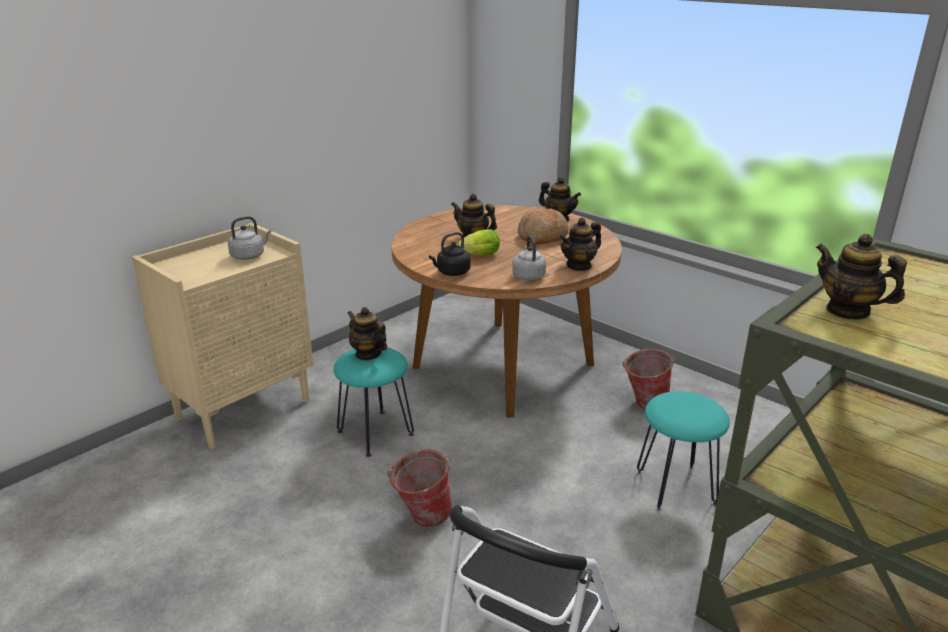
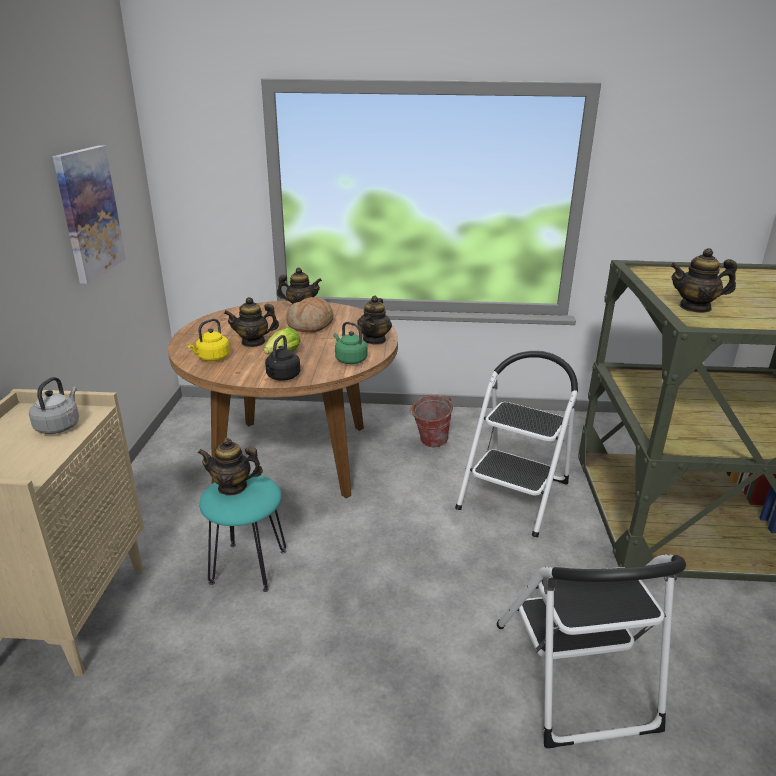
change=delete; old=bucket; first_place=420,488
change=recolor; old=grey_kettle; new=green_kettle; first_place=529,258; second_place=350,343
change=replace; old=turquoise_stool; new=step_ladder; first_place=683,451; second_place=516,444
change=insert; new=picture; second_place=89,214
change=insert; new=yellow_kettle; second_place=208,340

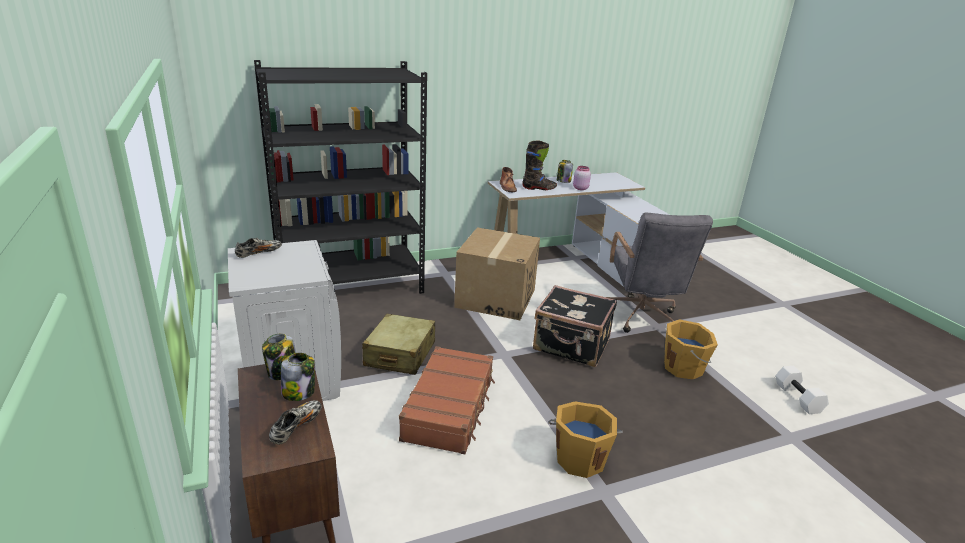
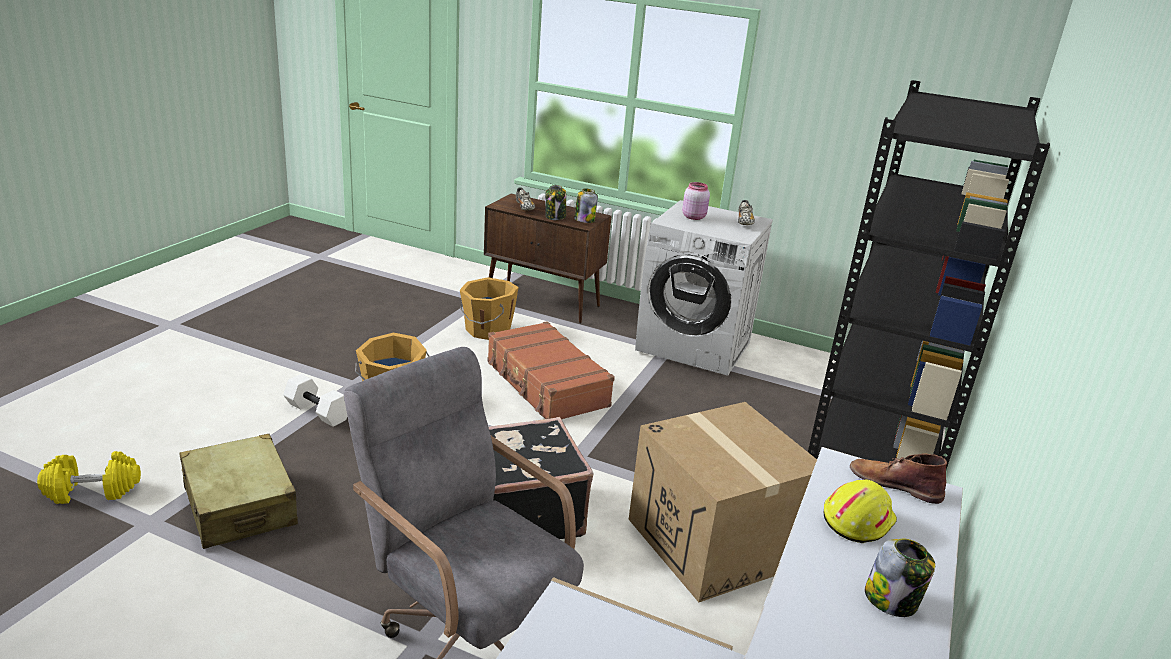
change=move; old=beige_suitcase; first_place=398,344; second_place=238,491
change=replace; old=black_boot; new=yellow_hard_hat; first_place=539,165; second_place=860,511
change=move; old=pink_jar; first_place=582,178; second_place=696,201
change=move; old=orange_bucket; first_place=691,349; second_place=489,308
change=move; old=white_dumbbell; first_place=802,390; second_place=315,400
change=insert; new=yellow_dumbbell; second_place=89,477

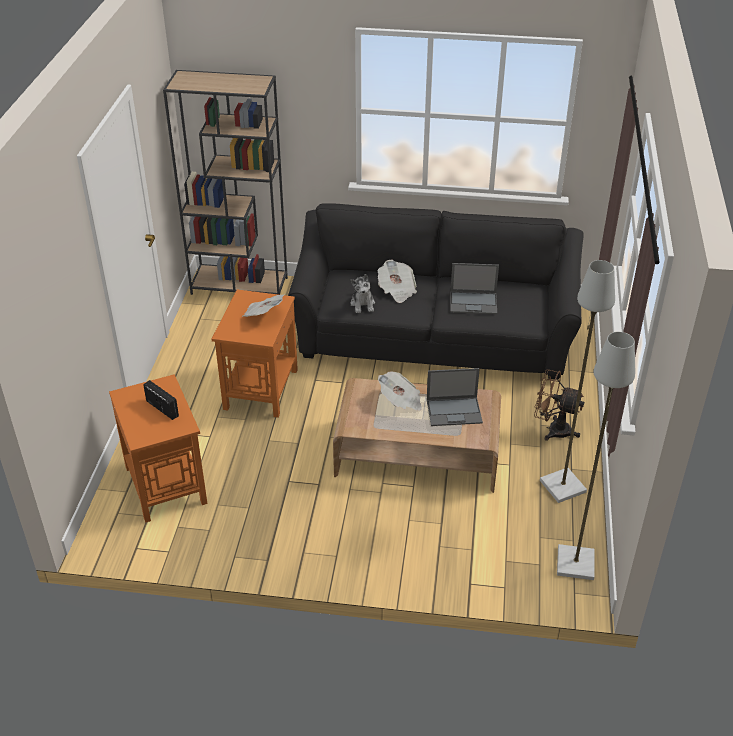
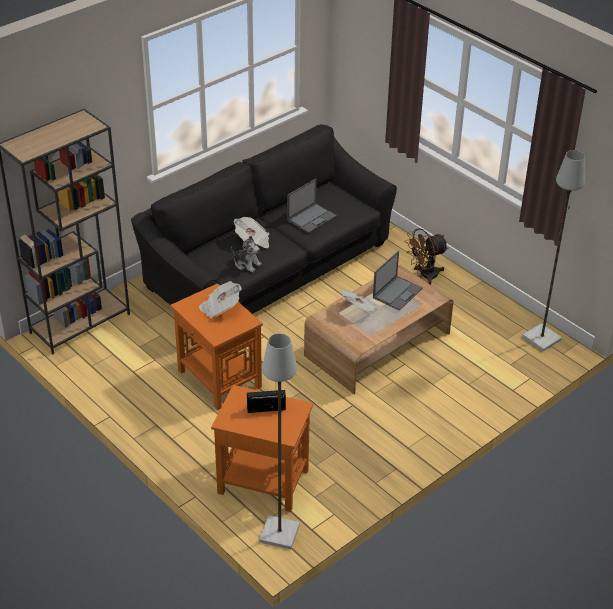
change=move; old=grey_floor_lamp; first_place=577,381; second_place=279,441

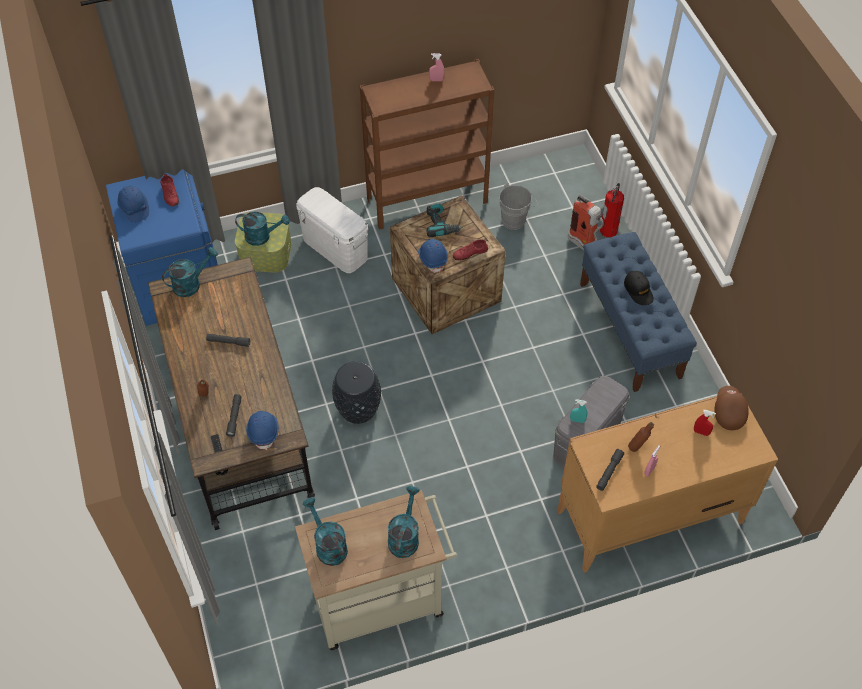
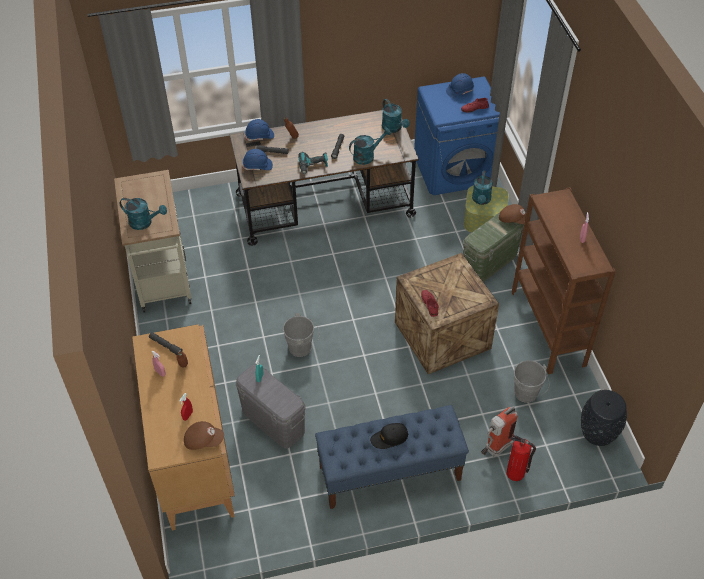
change=recolor; old=white_storage_box; new=green_storage_box; first_place=332,230; second_place=493,247
change=move; old=turquoise_watering_can; first_place=325,531; second_place=370,146
change=move; old=black_stool; first_place=356,392; second_place=604,418
change=move; old=blue_hard_hat; first_place=433,256; second_place=259,130
change=move; old=power_drill; first_place=445,220; second_place=313,163
change=insert; new=grey_bucket; second_place=301,335
change=insert; new=brown_cap; second_place=512,214

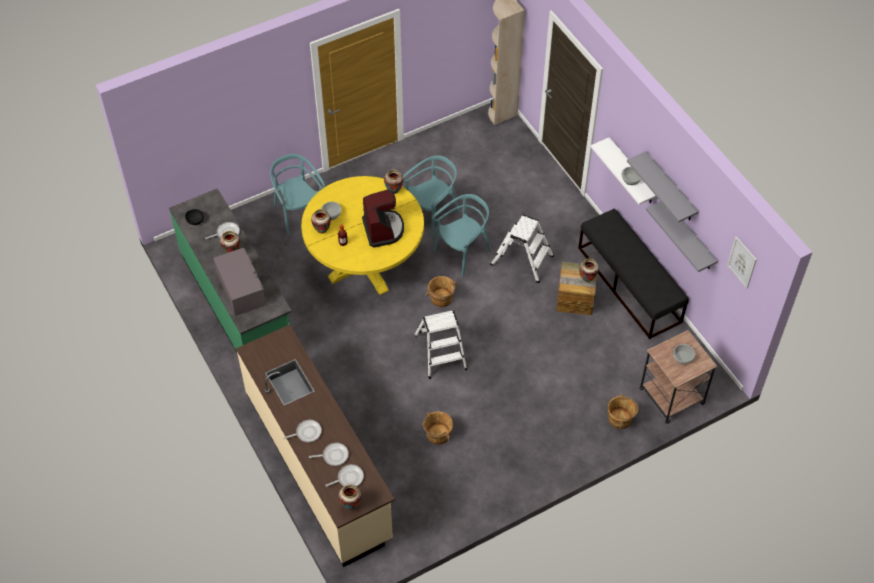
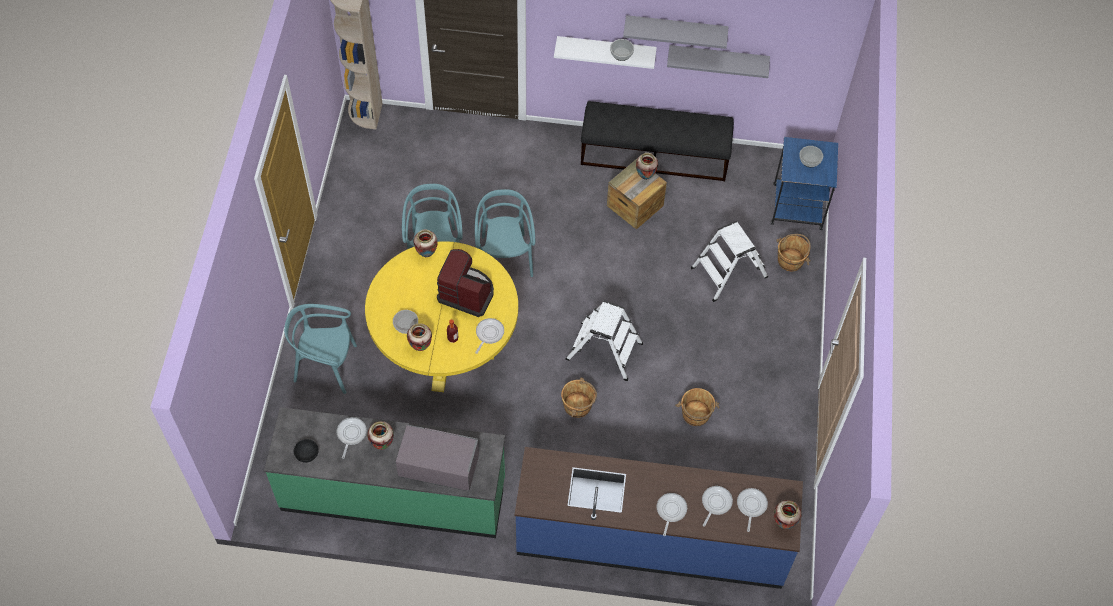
change=recolor; old=beige_counter; new=blue_counter; first_place=315,446; second_place=658,518
change=move; old=brown_bucket; first_place=441,291; second_place=579,397
change=move; old=white_step_ladder; first_place=522,248; second_place=729,261
change=recolor; old=brown_cart; new=blue_cart; first_place=678,377; second_place=804,183
change=delete; old=picture; first_place=742,262
change=insert; new=frying_pan; second_place=489,336

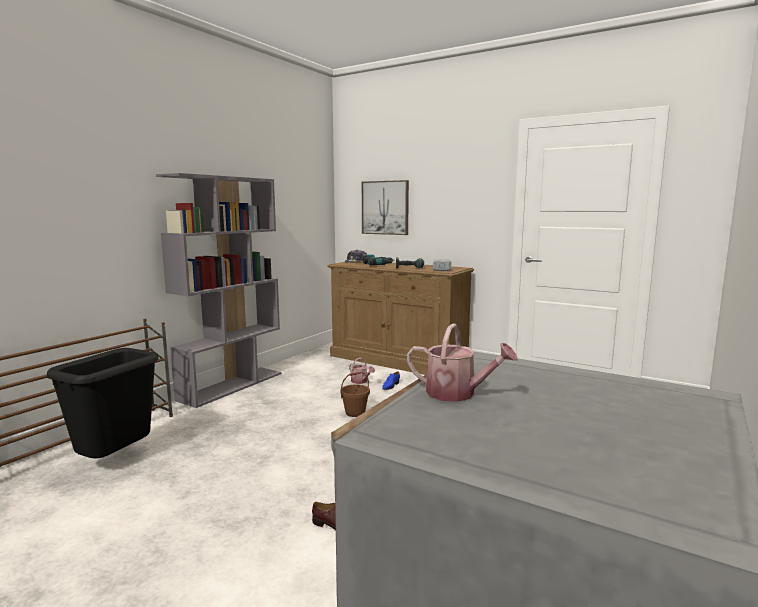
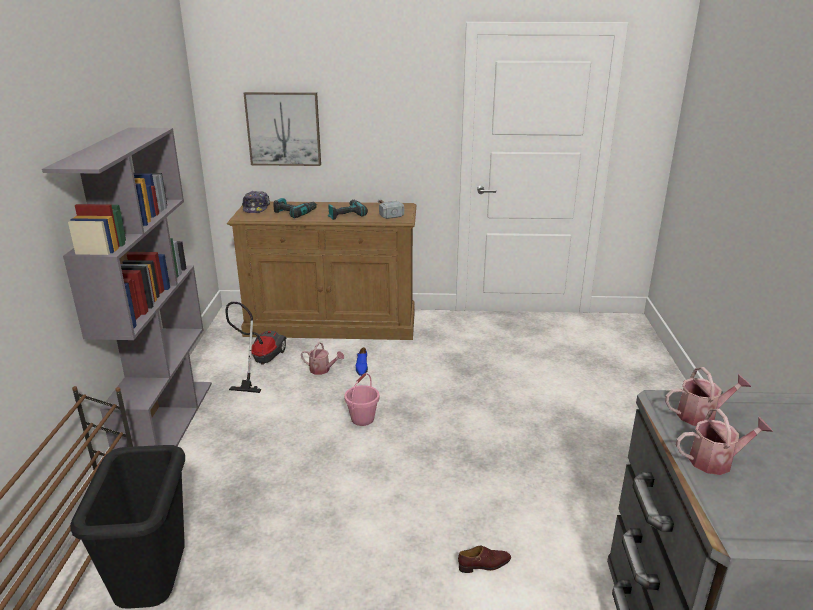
change=recolor; old=brown_bucket; new=pink_bucket; first_place=355,394; second_place=362,399
change=insert; new=vacuum_cleaner; second_place=256,347
change=insert; new=watering_can; second_place=708,396

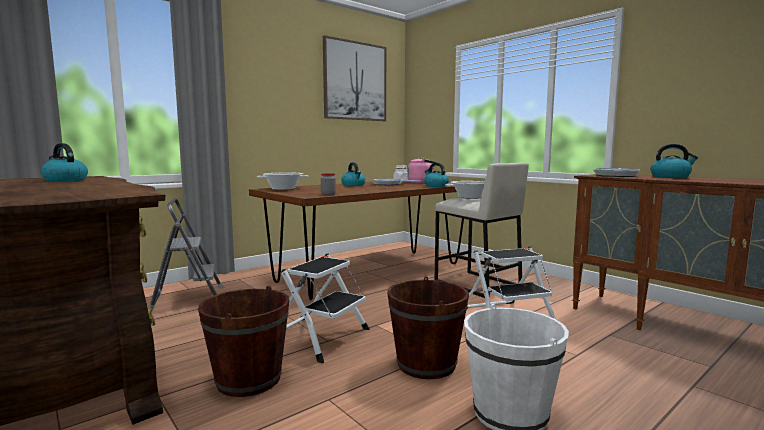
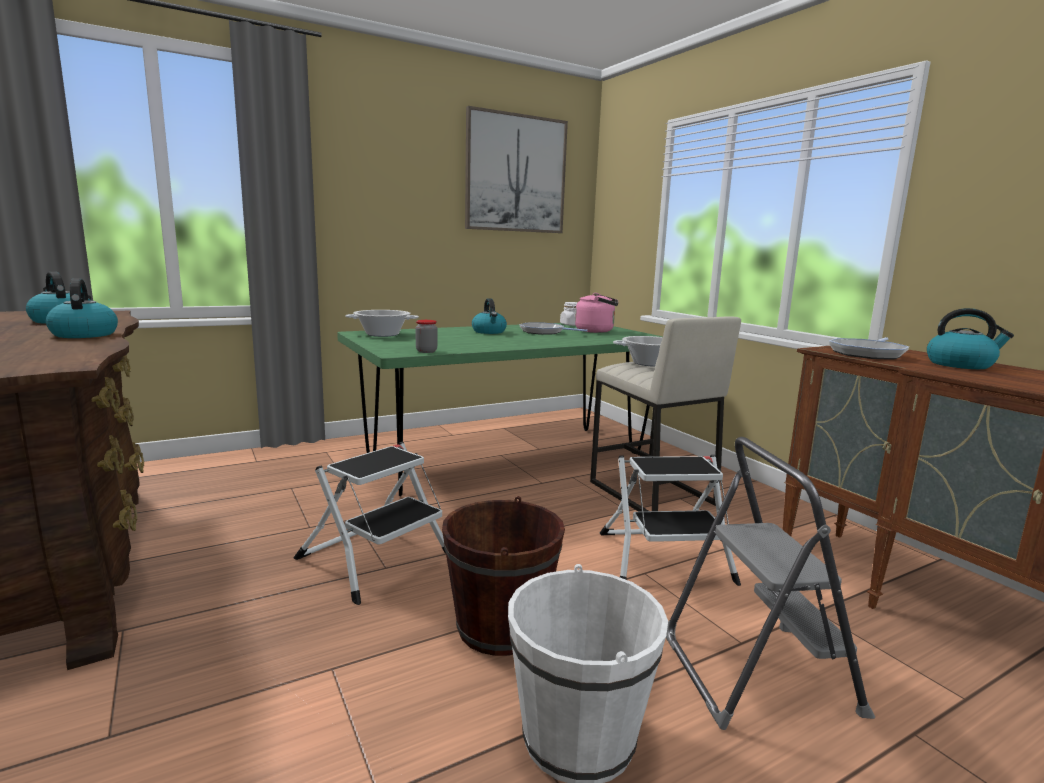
change=move; old=grey_step_ladder; first_place=186,254; second_place=770,583
change=delete; old=brown_bucket; first_place=243,341
change=recolor; old=brown_dining_table; new=green_dining_table; first_place=356,240; second_place=500,409
change=move; old=kettle; first_place=436,175; second_place=82,308

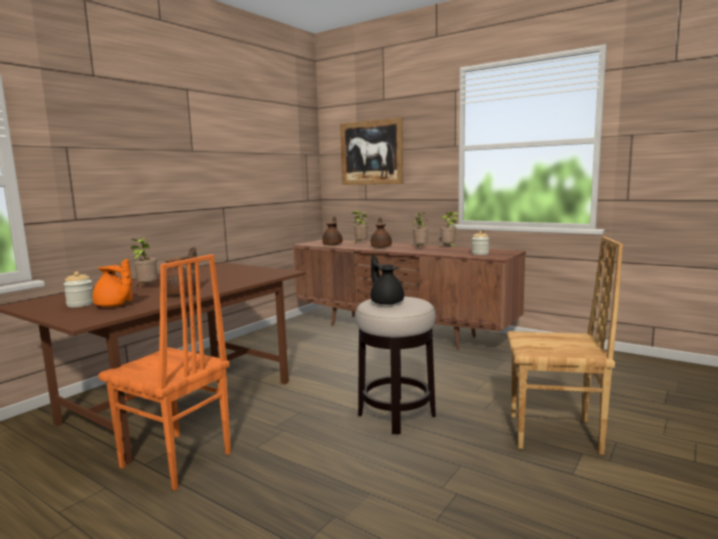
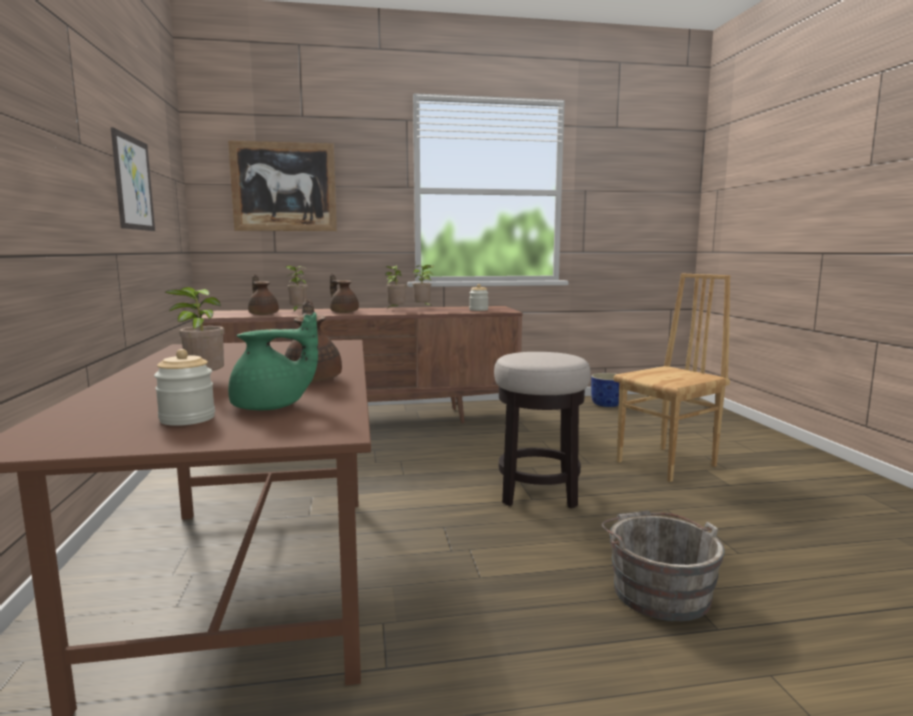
change=recolor; old=orange_teapot; new=green_teapot; first_place=112,283; second_place=273,361
change=delete; old=orange_chair; first_place=164,372
change=delete; old=black_teapot; first_place=387,280
change=insert; new=picture; second_place=133,179
change=insert; new=blue_planter; second_place=605,390
change=insert; new=grey_bucket; second_place=663,566

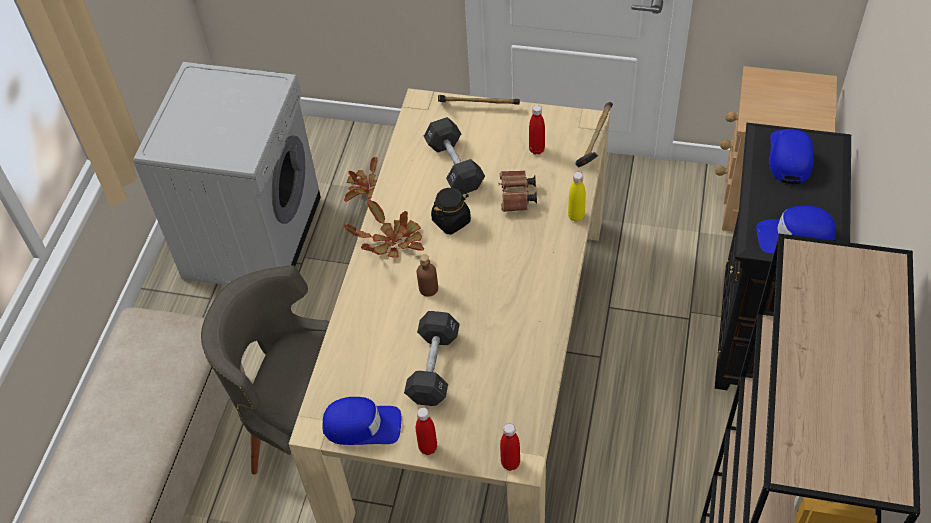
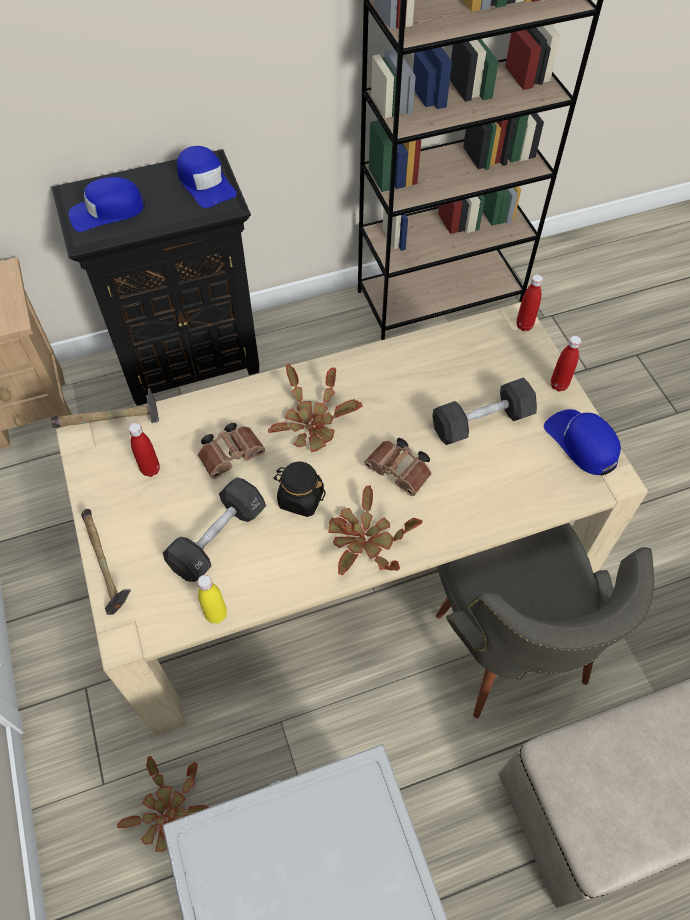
change=replace; old=brown_bottle; new=brown_binoculars; first_place=427,275; second_place=398,467
change=move; old=yellow_bottle; first_place=577,197; second_place=212,599
change=insert; new=potted_plant; second_place=315,408

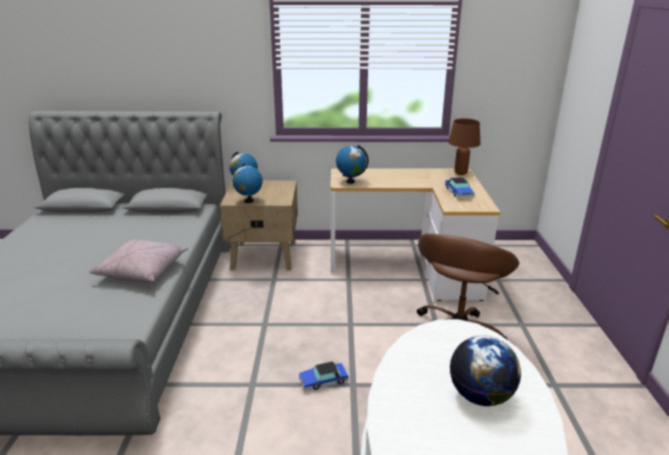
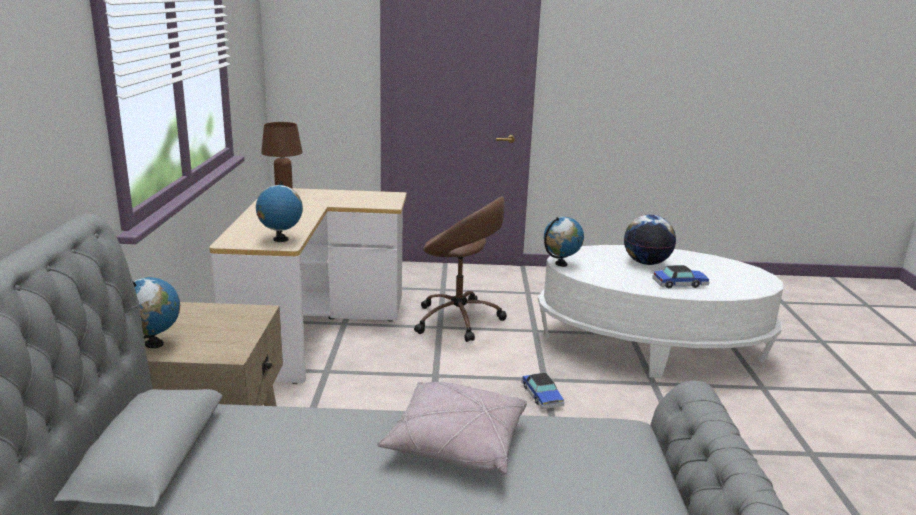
change=move; old=globe; first_place=247,183; second_place=564,242
change=move; old=toy_car; first_place=460,188; second_place=680,276

